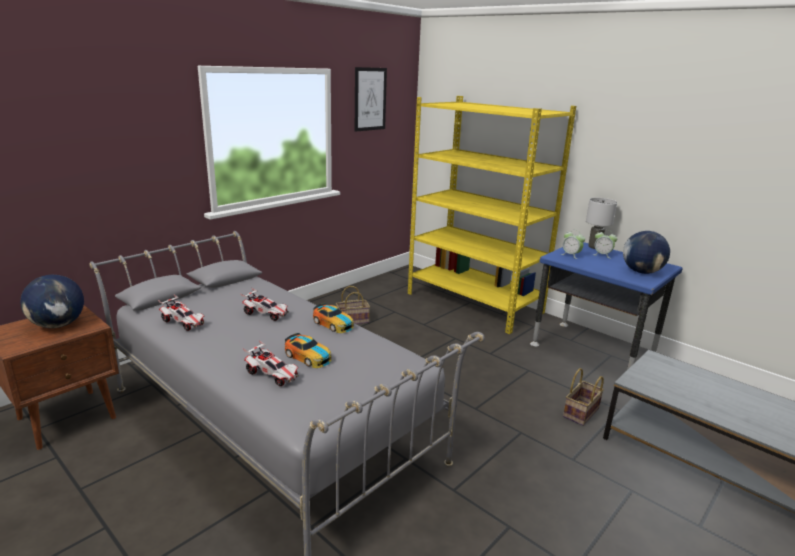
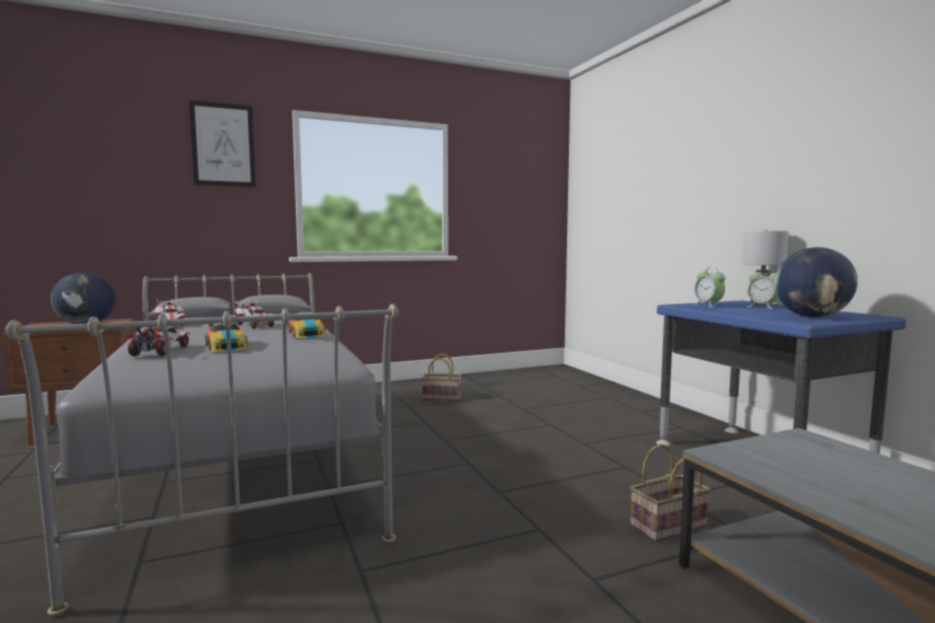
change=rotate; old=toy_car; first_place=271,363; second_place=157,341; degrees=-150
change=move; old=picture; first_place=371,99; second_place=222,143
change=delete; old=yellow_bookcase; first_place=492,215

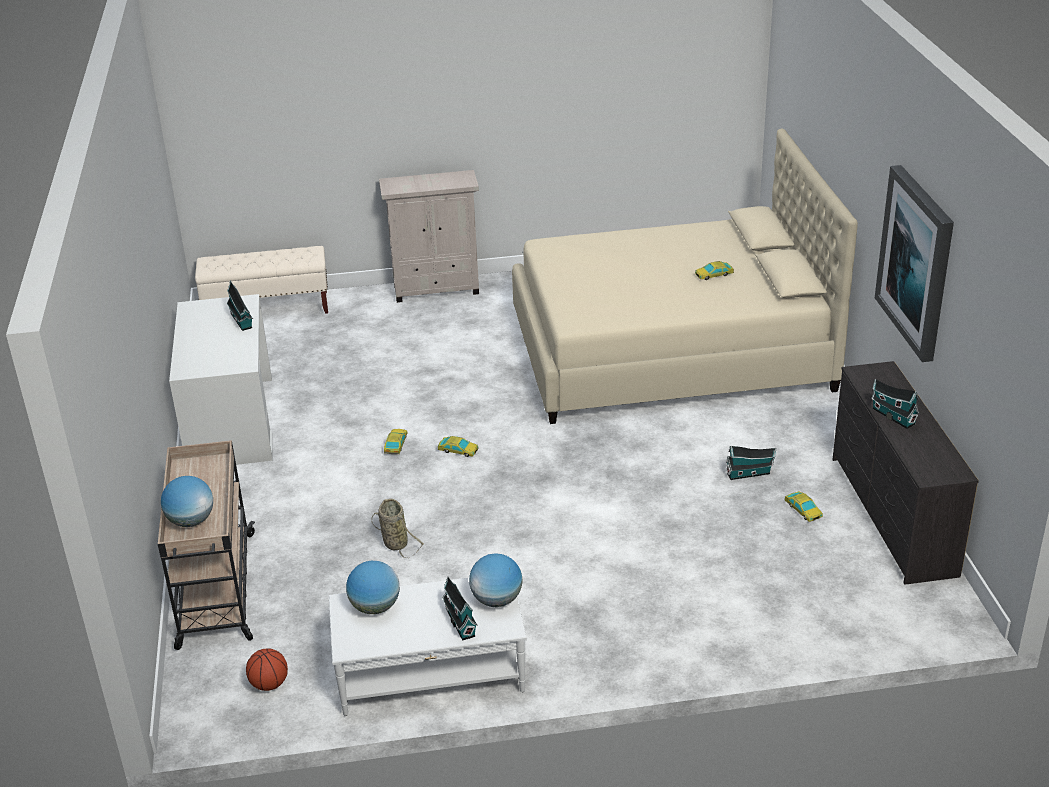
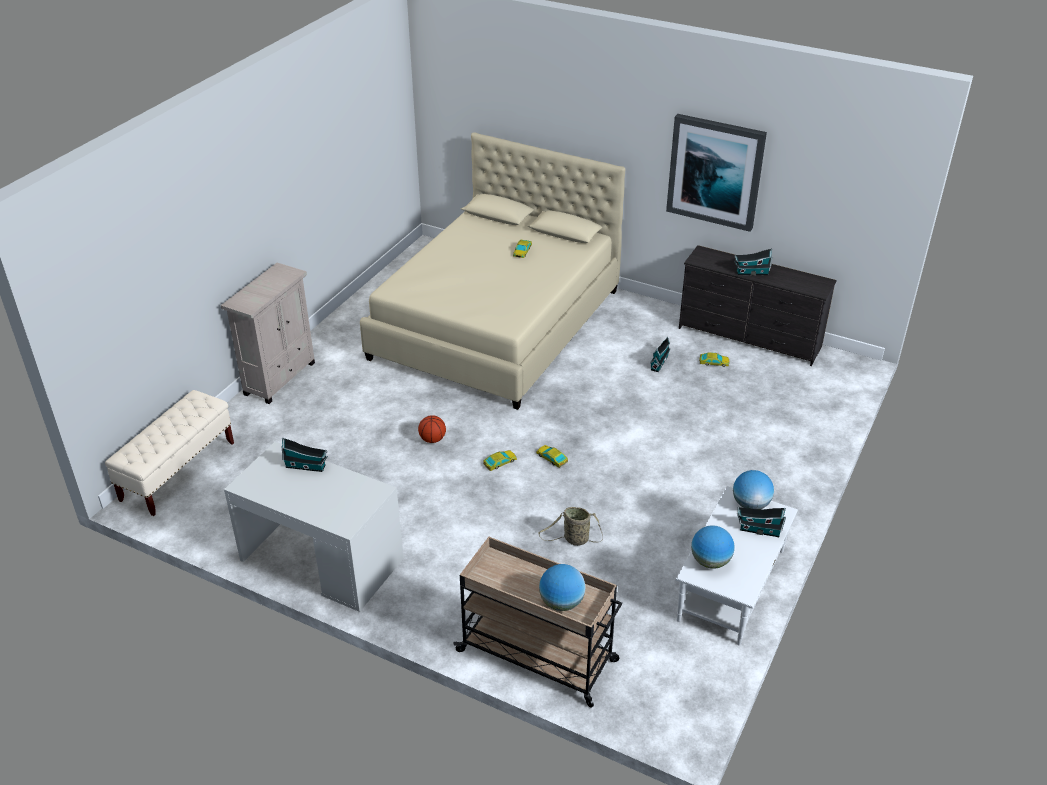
change=move; old=basketball; first_place=267,669; second_place=432,429
change=move; old=toy_car; first_place=395,441; second_place=552,456

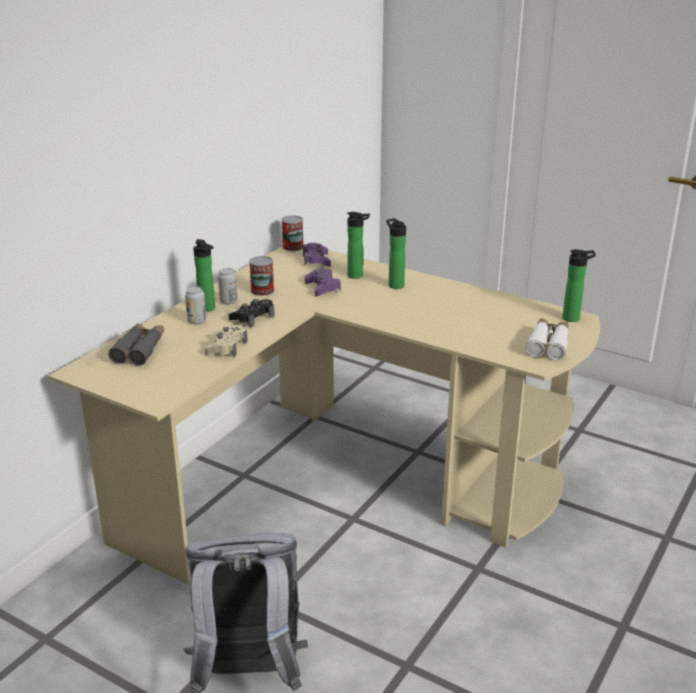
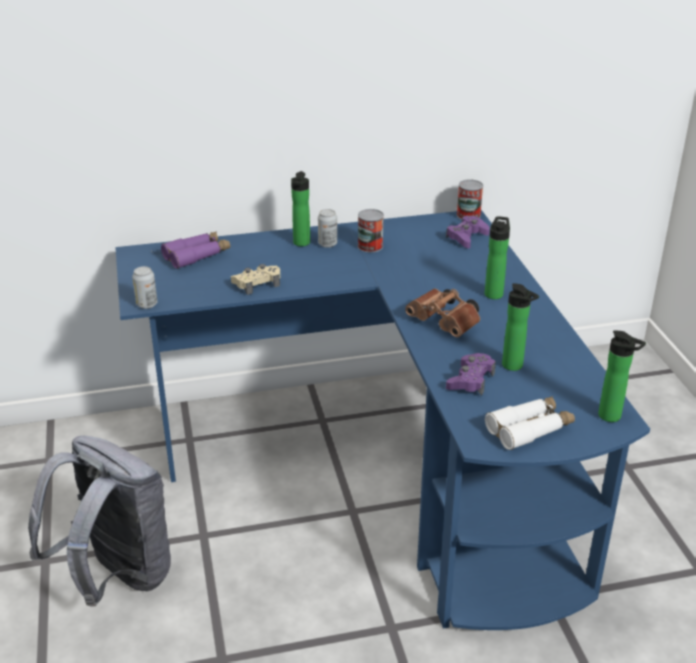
change=recolor; old=beige_desk; new=blue_desk; first_place=324,414; second_place=382,420
change=recolor; old=grey_binoculars; new=purple_binoculars; first_place=136,344; second_place=195,250
change=move; old=can; first_place=195,305; second_place=144,287
change=delete; old=black_game_controller; first_place=252,313
change=move; old=purple_game_controller; first_place=323,282; second_place=471,374
change=move; old=bottle; first_place=358,245; second_place=520,327
change=insert; new=brown_binoculars; second_place=442,312

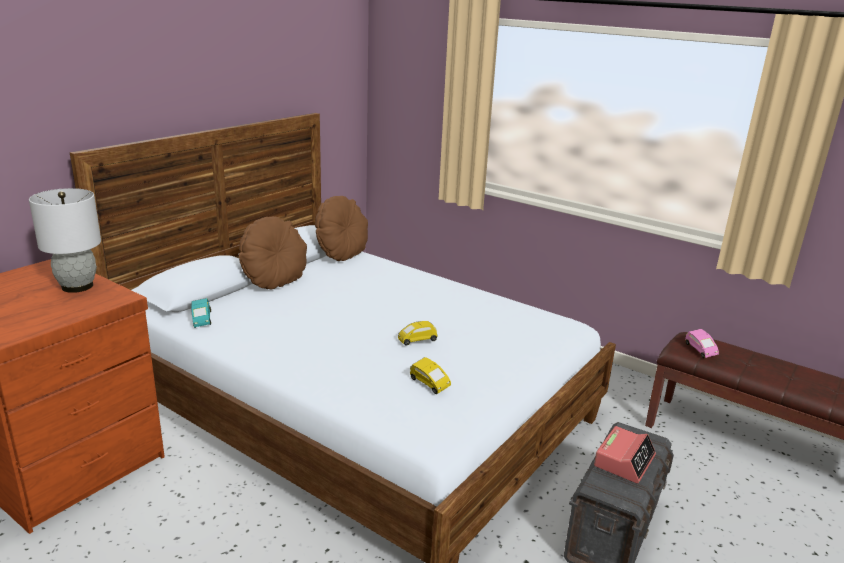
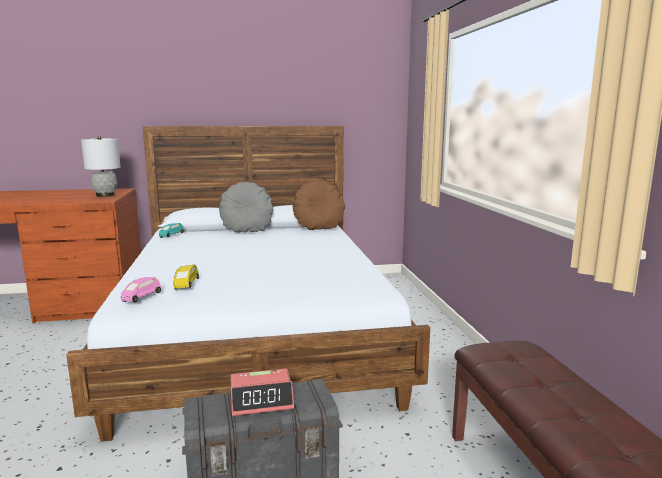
change=recolor; old=brown_pillow; new=grey_pillow; first_place=273,253; second_place=246,207
change=delete; old=yellow_toy_car; first_place=418,333
change=move; old=pink_toy_car; first_place=702,343; second_place=141,289

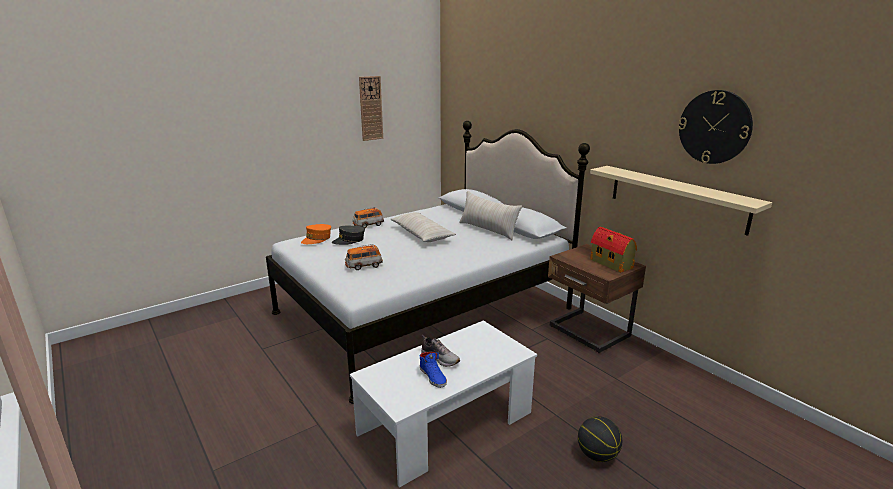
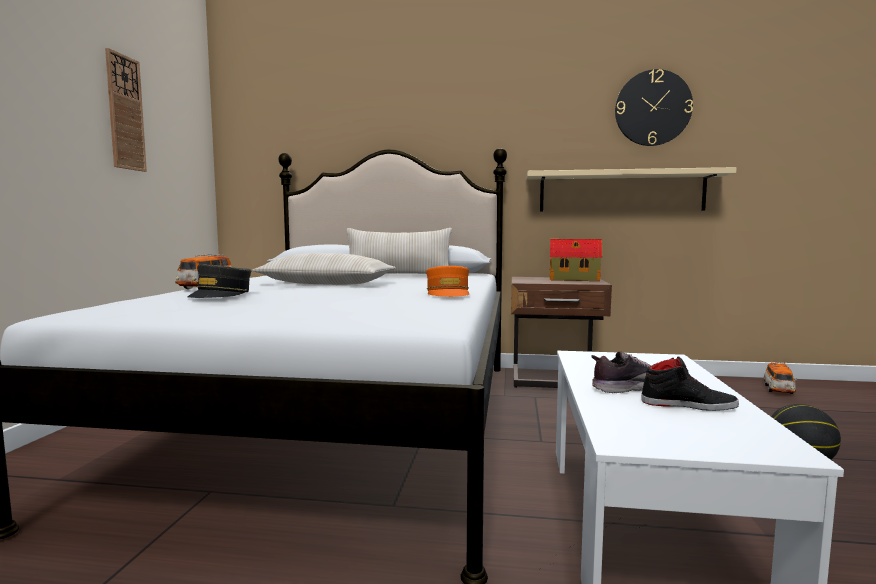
change=move; old=orange_cap; first_place=316,234; second_place=447,281
change=move; old=toy_car; first_place=364,257; second_place=780,378
change=recolor; old=blue_shoe; new=black_shoe; first_place=433,370; second_place=690,383

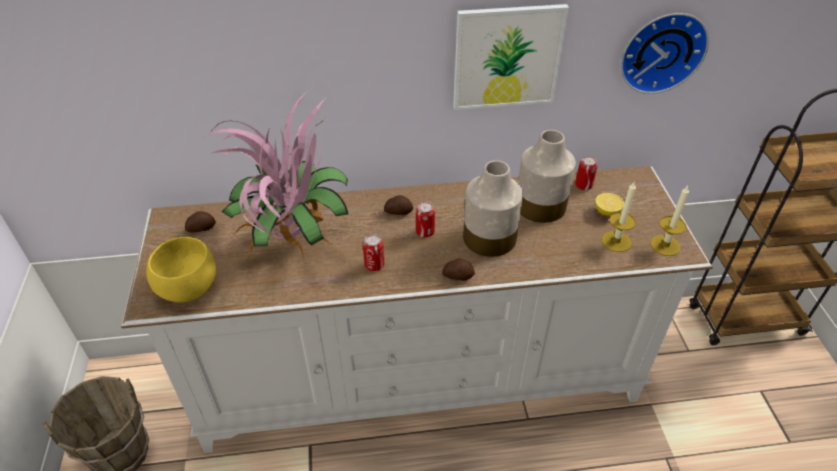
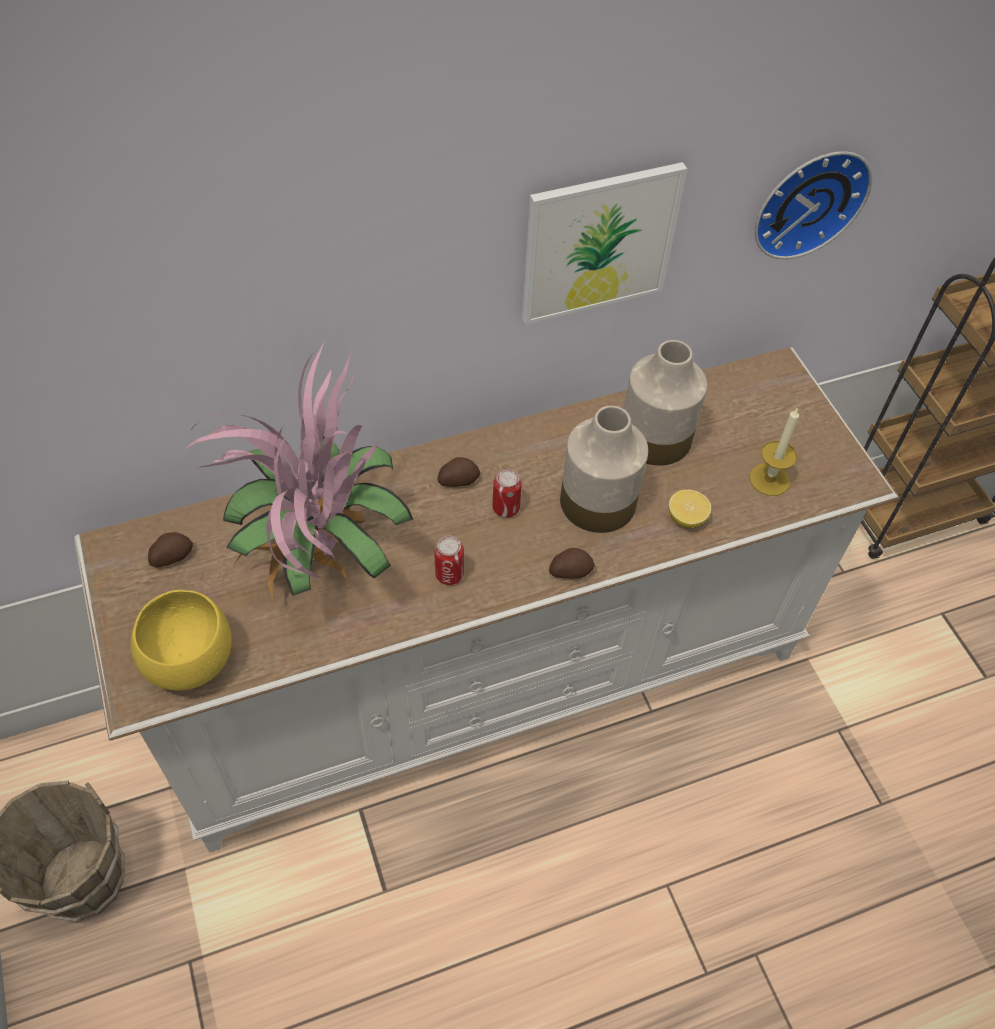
change=delete; old=can; first_place=586,173
change=move; old=lemon; first_place=609,204; second_place=690,508
change=delete; old=candle; first_place=669,221

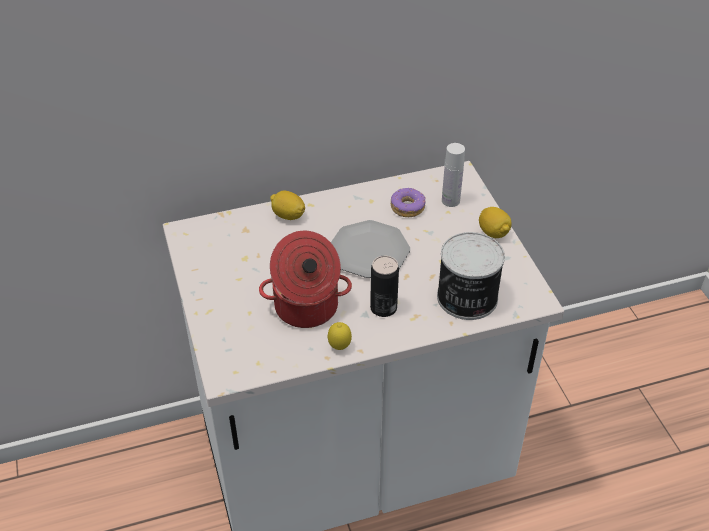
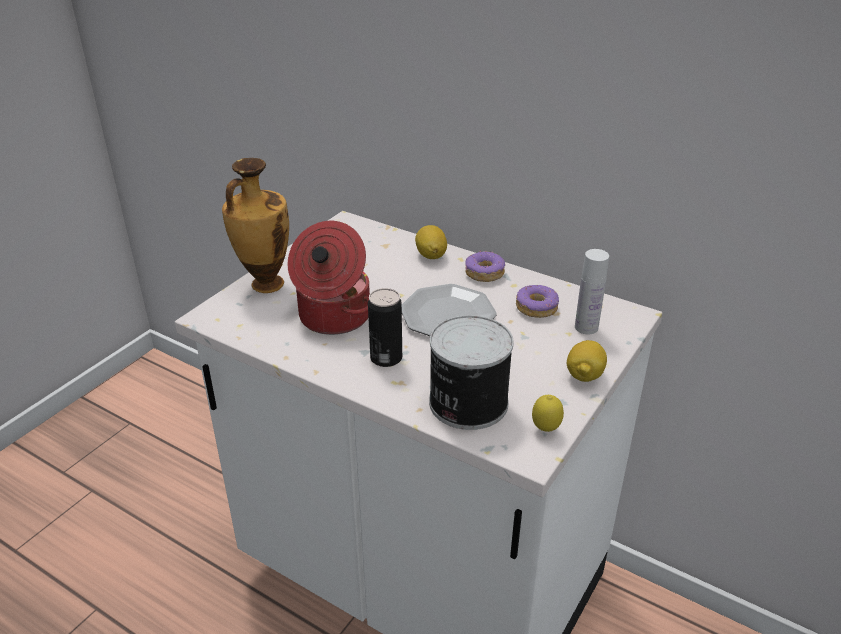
change=move; old=lemon; first_place=340,336; second_place=548,413
change=insert; new=vase; second_place=255,225
change=insert; new=donut; second_place=485,266

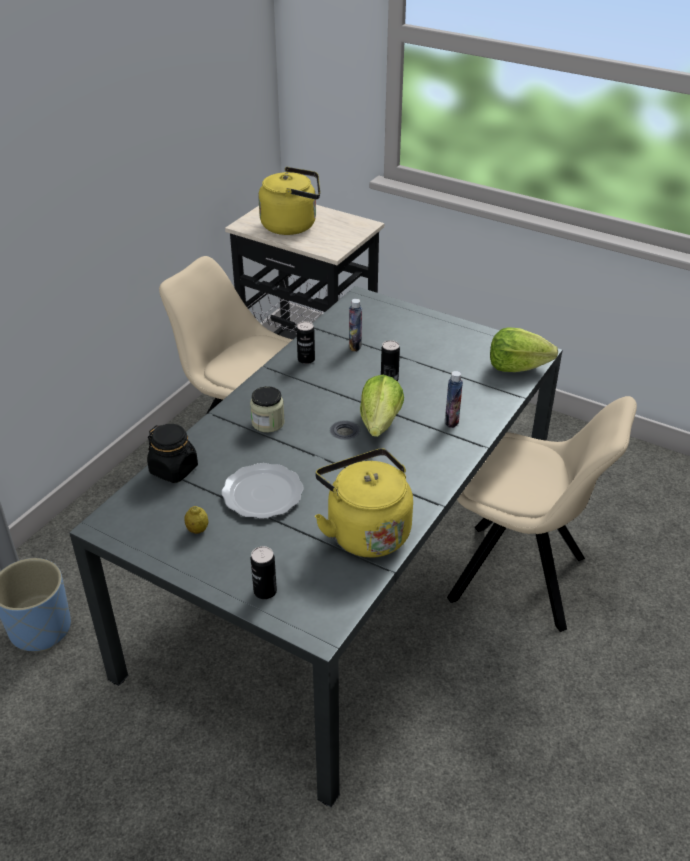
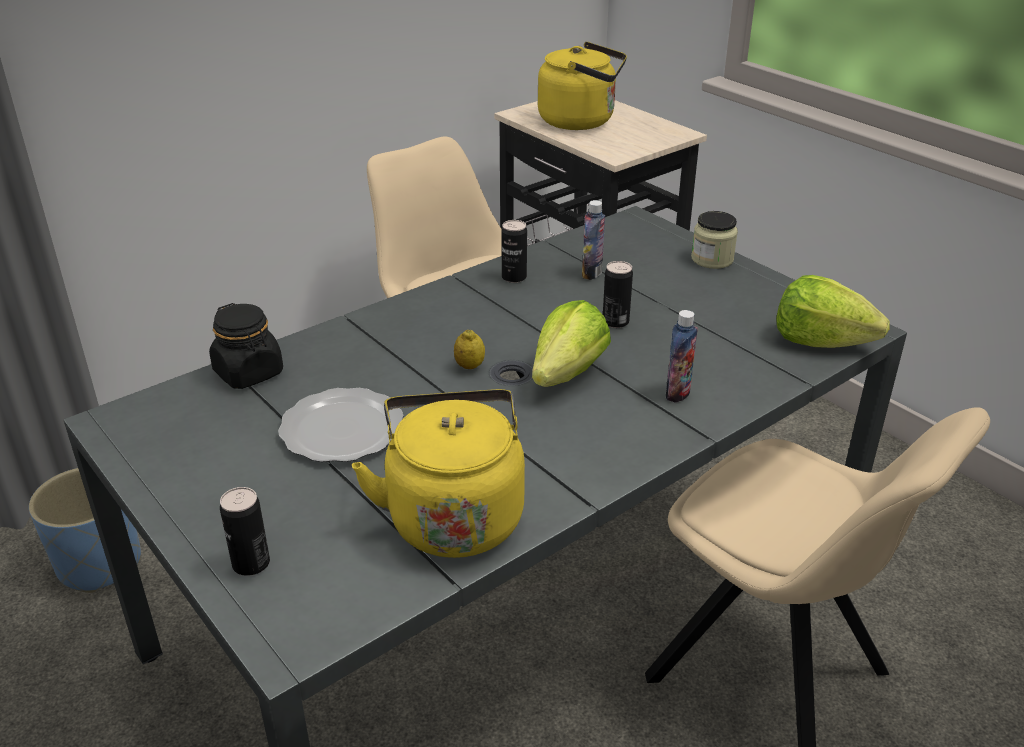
change=move; old=lemon; first_place=196,520; second_place=469,349
change=move; old=jar; first_place=267,409; second_place=714,240

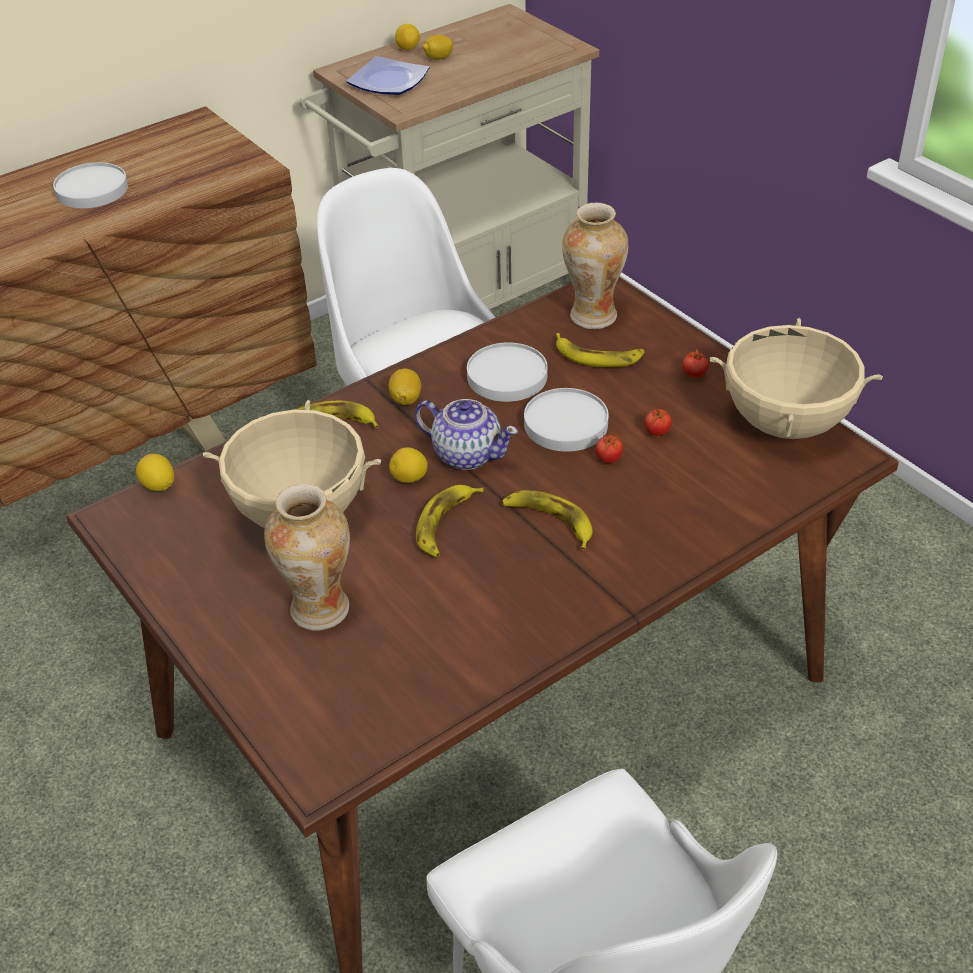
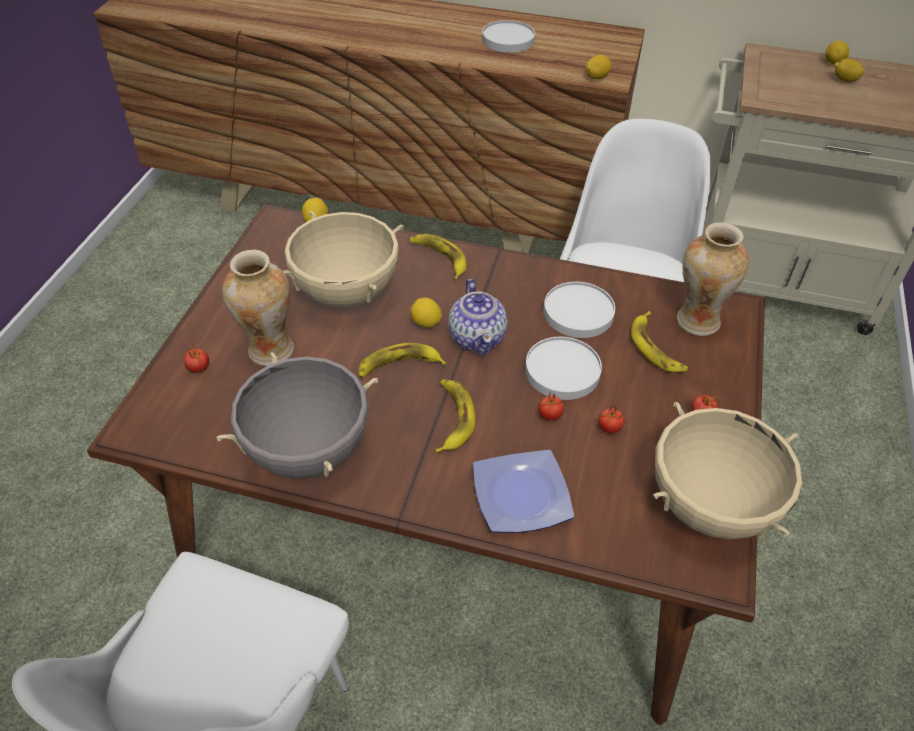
change=move; old=plate; first_place=387,75; second_place=523,491
change=move; old=lemon; first_place=405,386; second_place=598,67
change=insert; new=tomato; second_place=196,358
change=insert; new=grey_cooking_pot; second_place=297,415

